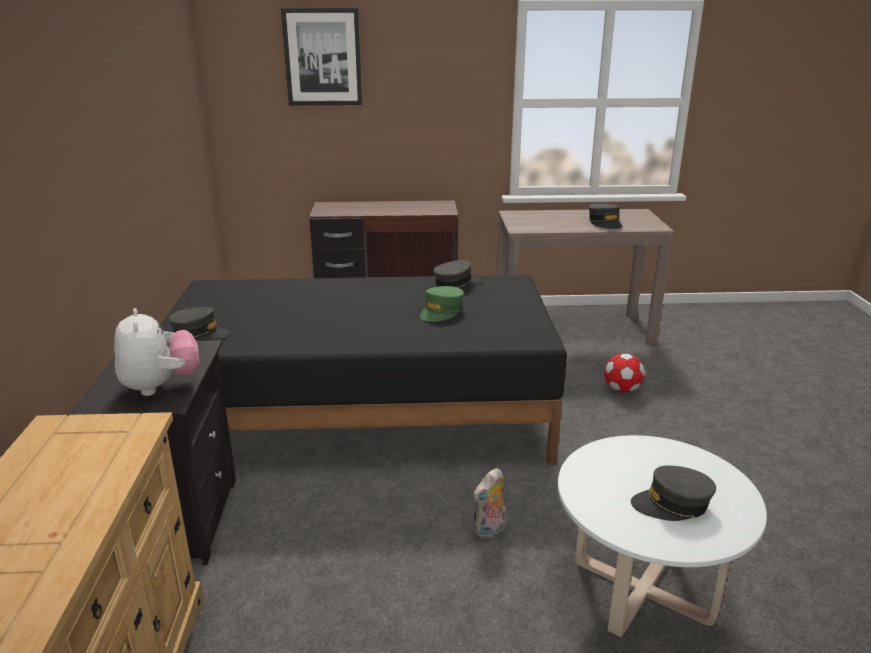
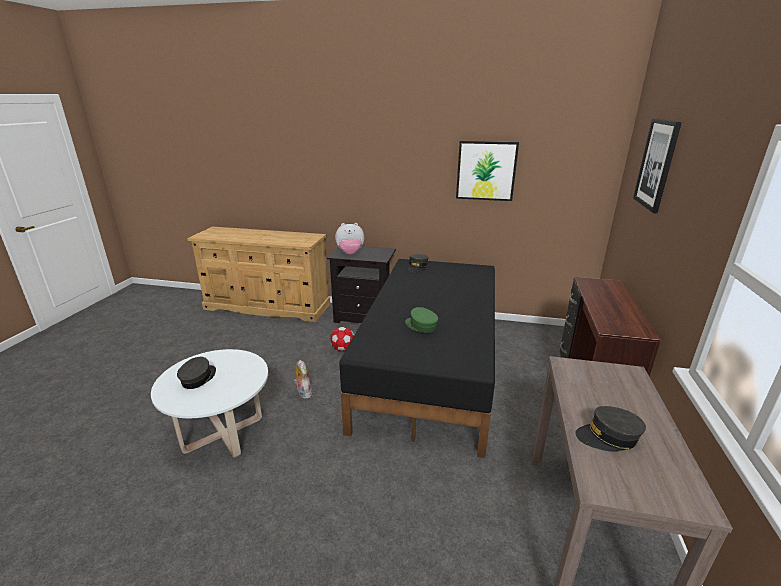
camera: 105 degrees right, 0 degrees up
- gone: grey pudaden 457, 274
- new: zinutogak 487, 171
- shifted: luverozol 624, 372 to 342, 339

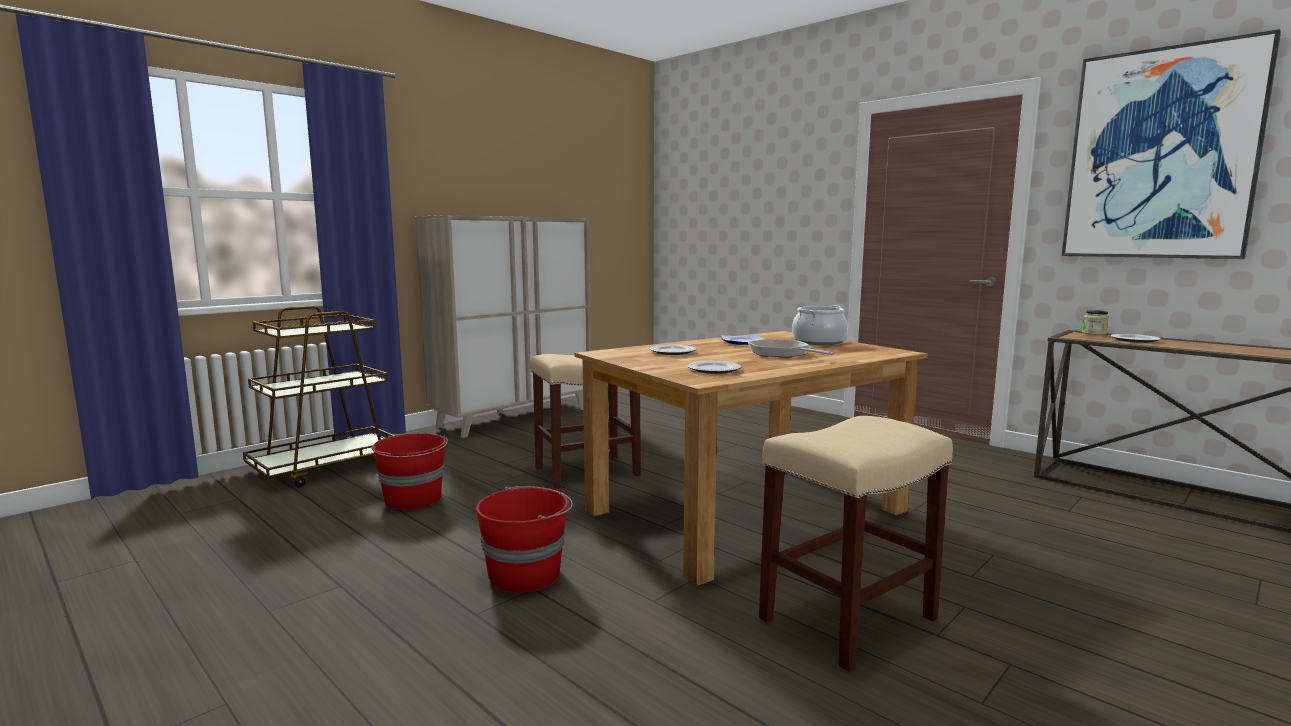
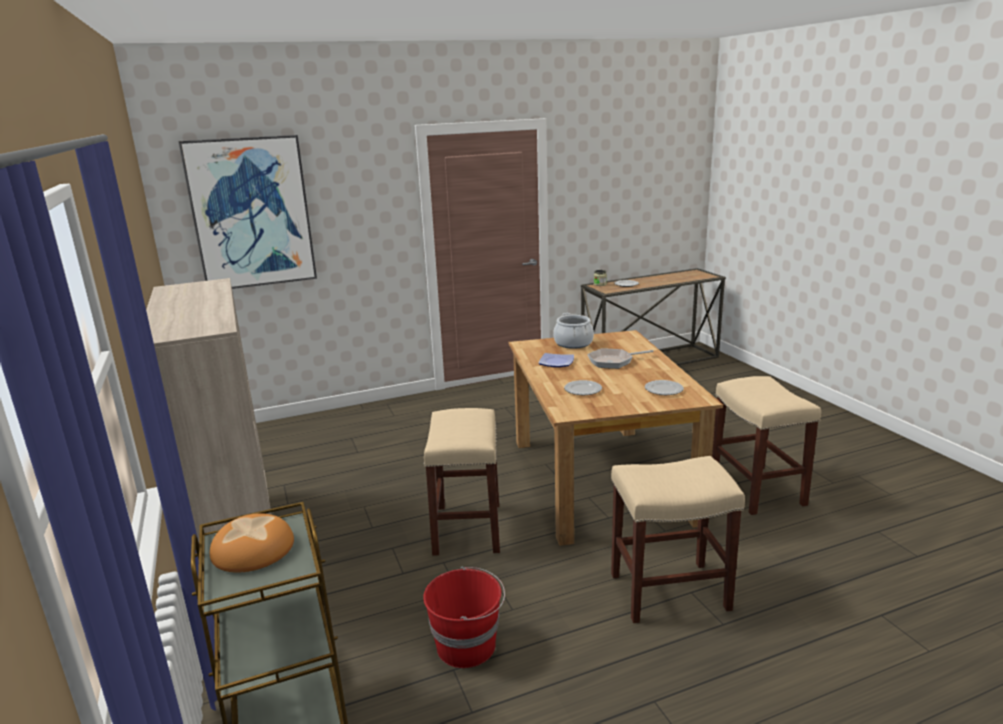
camera: 65 degrees left, 10 degrees up
- new: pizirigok 252, 542
- shifted: zinutogak 1171, 144 to 247, 212
- swapped: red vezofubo 524, 539 to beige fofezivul 678, 539

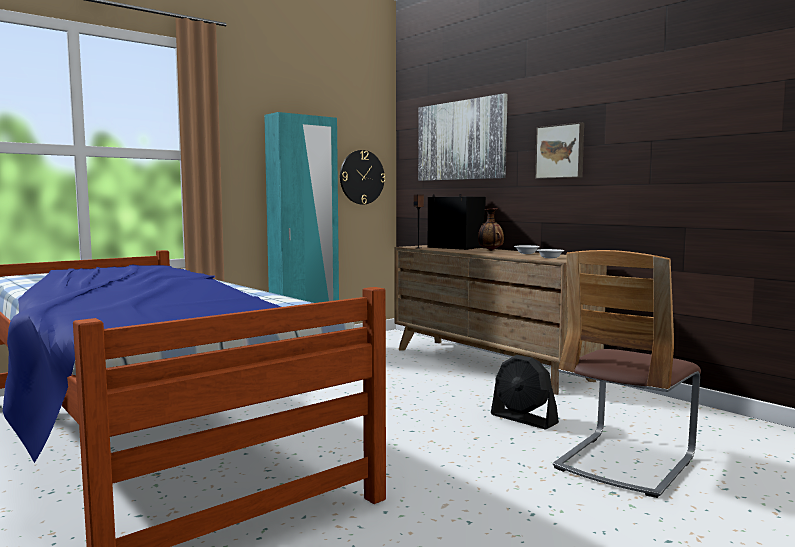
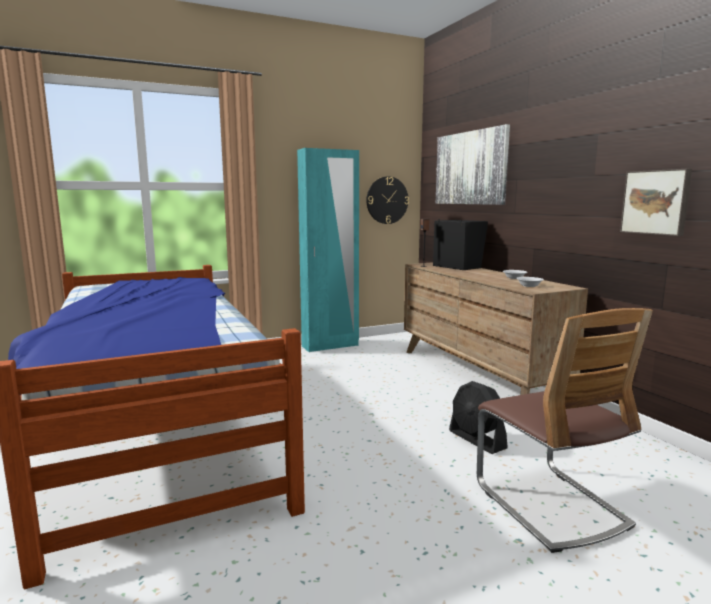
camera: 15 degrees right, 5 degrees up
- gone: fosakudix 491, 230
- shifted: zinutogak 559, 150 to 656, 202
- rotated: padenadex 627, 374 = 565, 430 75 degrees counterclockwise

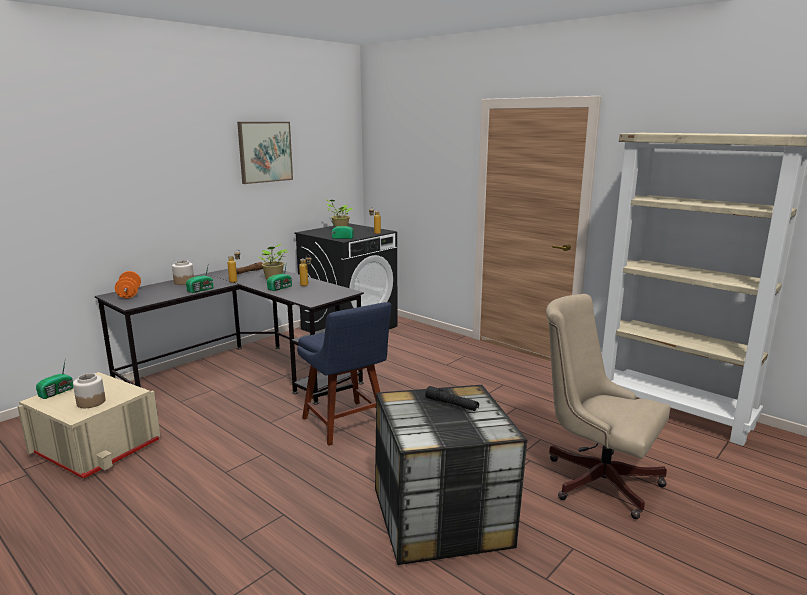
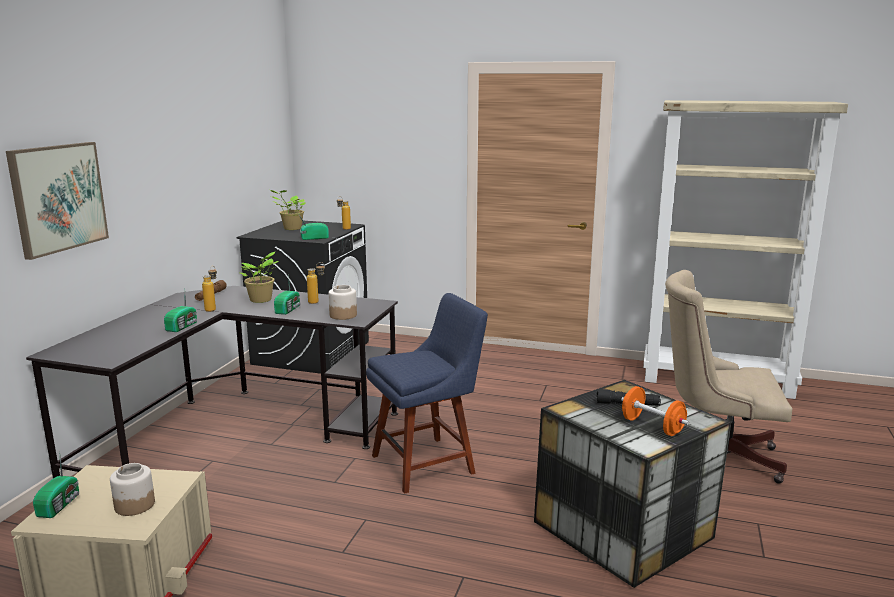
camera: 25 degrees left, 0 degrees up
- shifted: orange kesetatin 128, 284 to 655, 411
- shifted: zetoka 183, 272 to 343, 302
- shifted: zinutogak 265, 153 to 57, 201
- rotated: blue padenadex 344, 374 = 427, 393 60 degrees counterclockwise

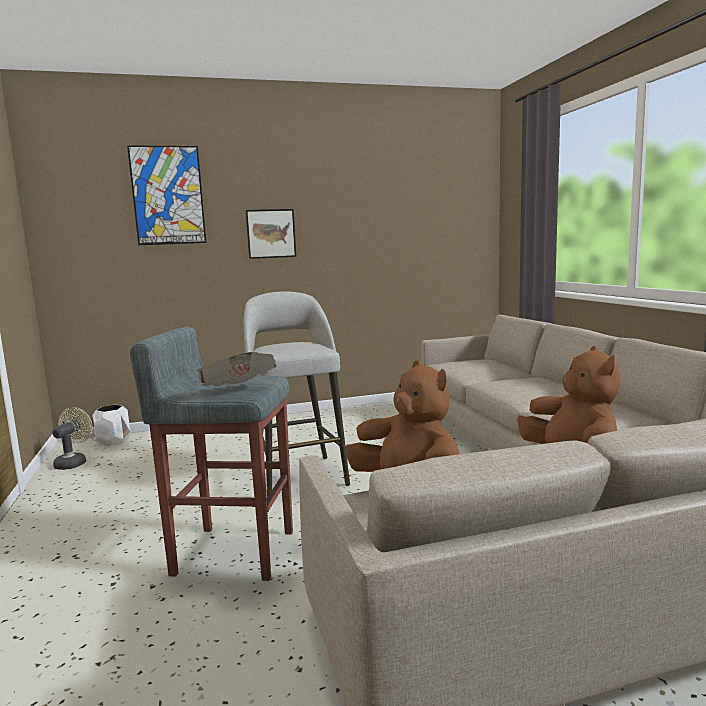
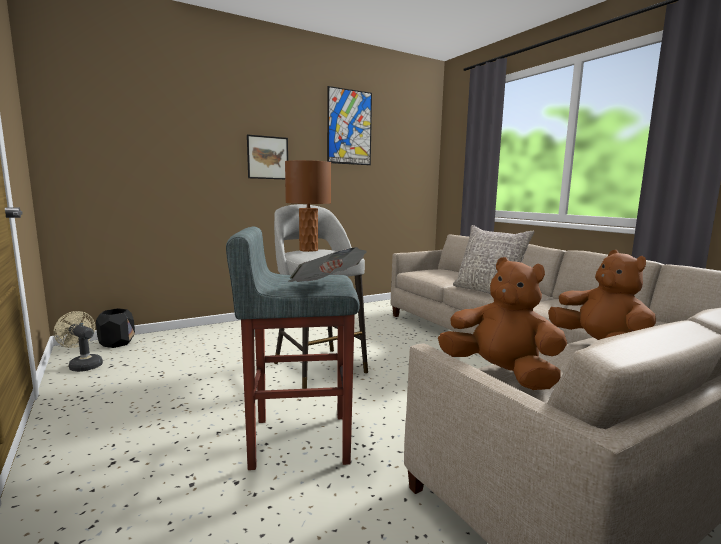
camera: 15 degrees left, 0 degrees up
- new: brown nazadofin 308, 206
- new: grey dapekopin 493, 259
- shifted: zinutogak 166, 195 to 349, 125
- repainted: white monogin 111, 425 to black monogin 115, 328
- rotated: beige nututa 72, 438 = 78, 341 60 degrees counterclockwise

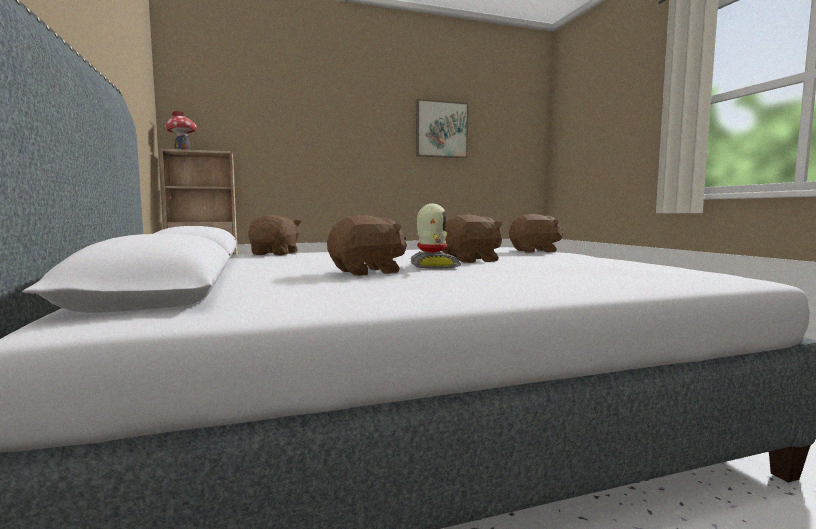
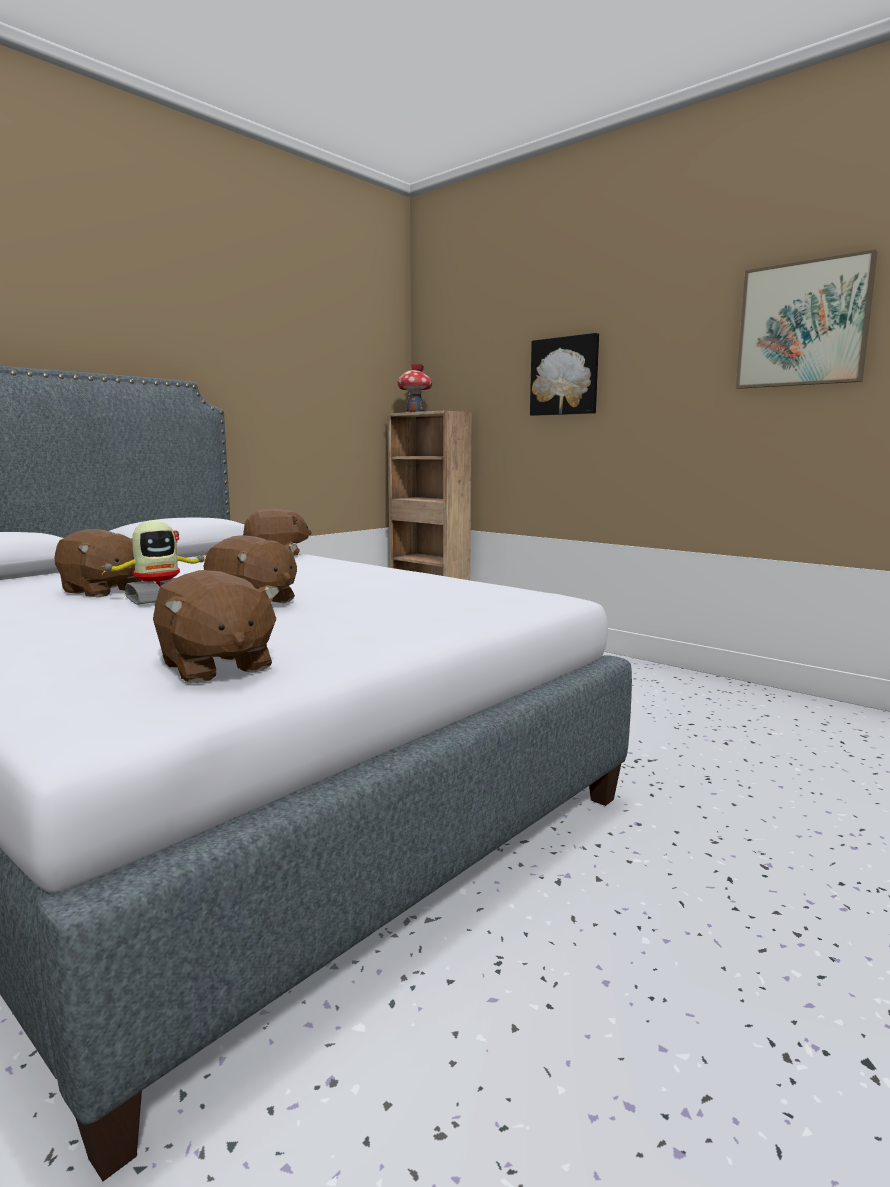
camera: 60 degrees right, 5 degrees up
- new: zinutogak 564, 374
- shifted: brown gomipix 536, 233 to 216, 626

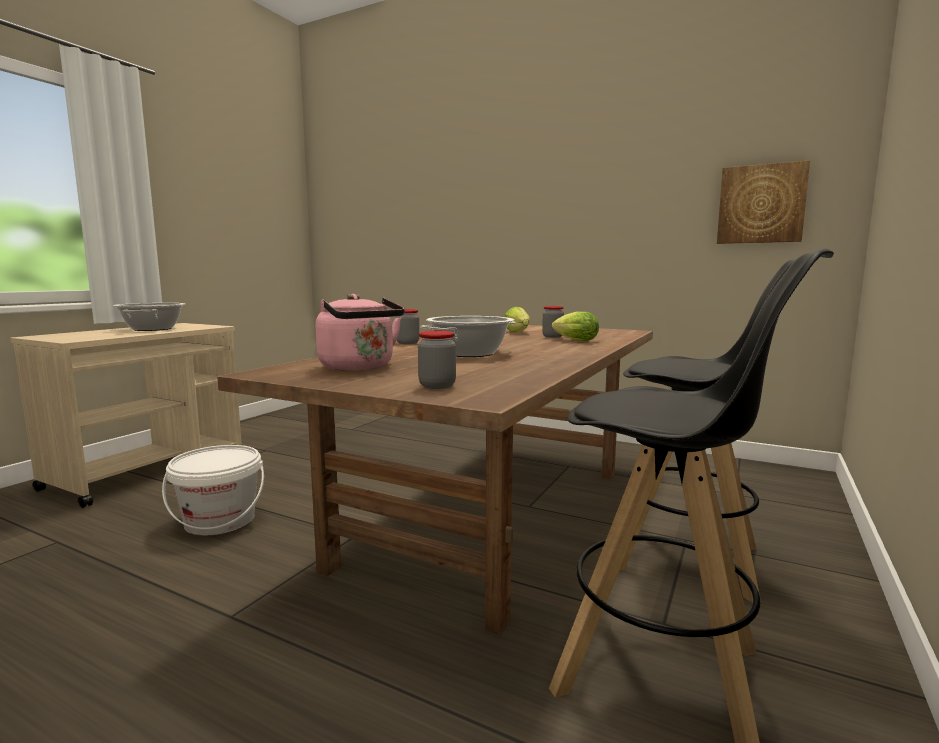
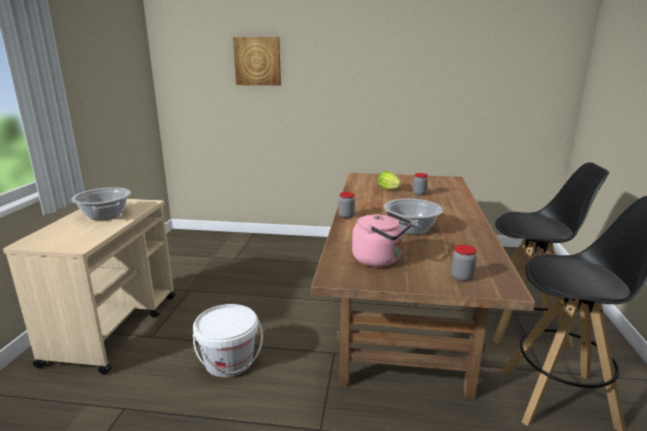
camera: 20 degrees left, 10 degrees up
- gone: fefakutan 575, 326
- shifted: zinutogak 763, 202 to 257, 61

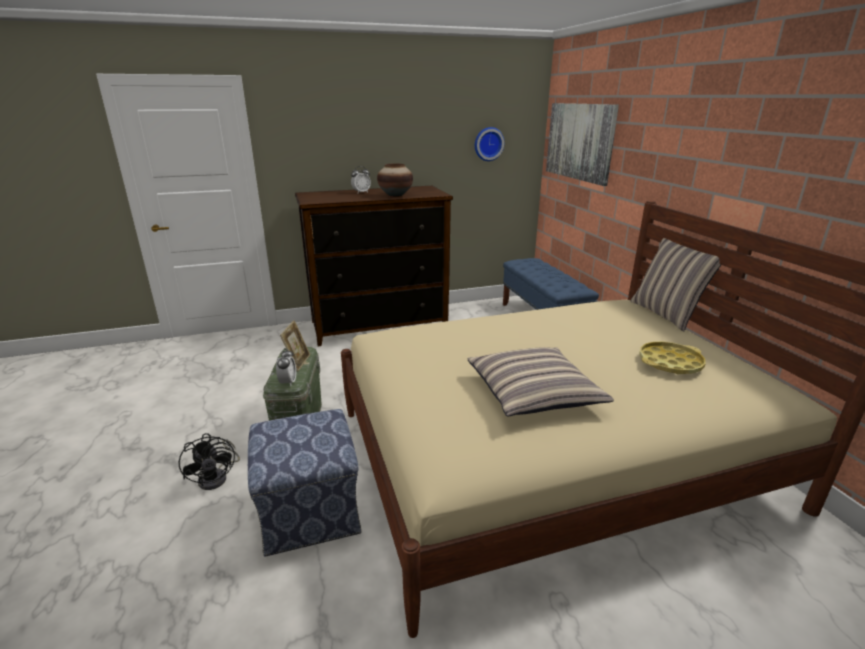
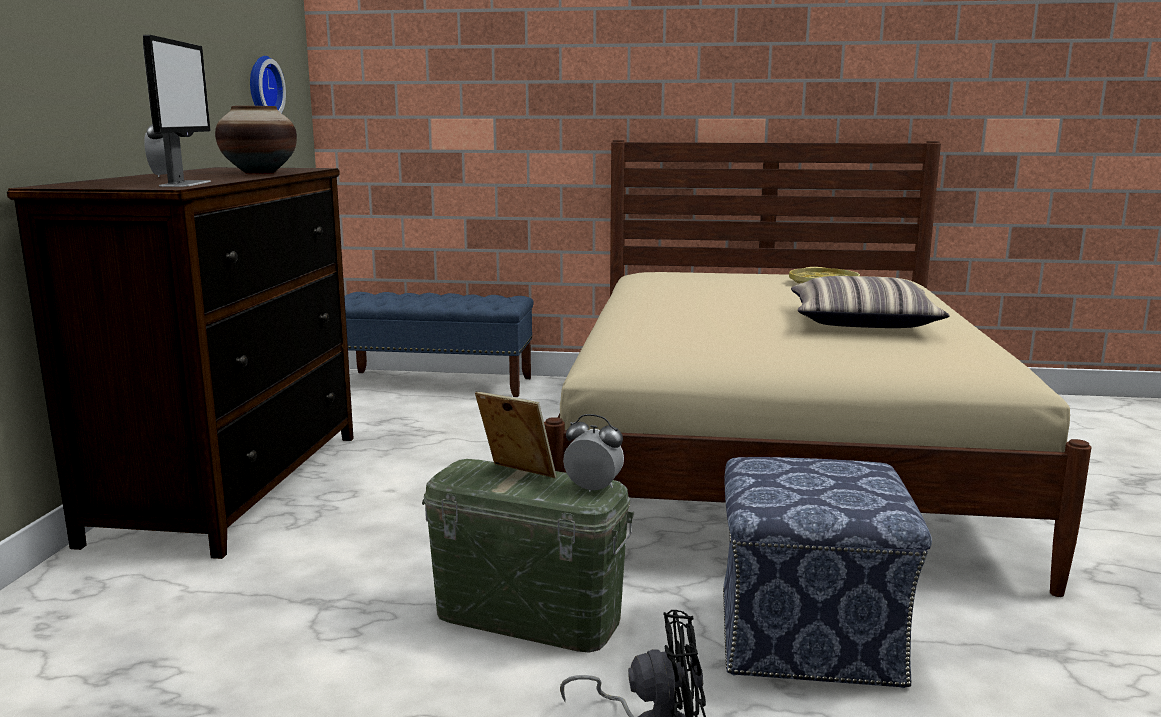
camera: 65 degrees left, 10 degrees down
- gone: zinutogak 582, 144
- gone: dapekopin 675, 284
- new: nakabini 177, 111

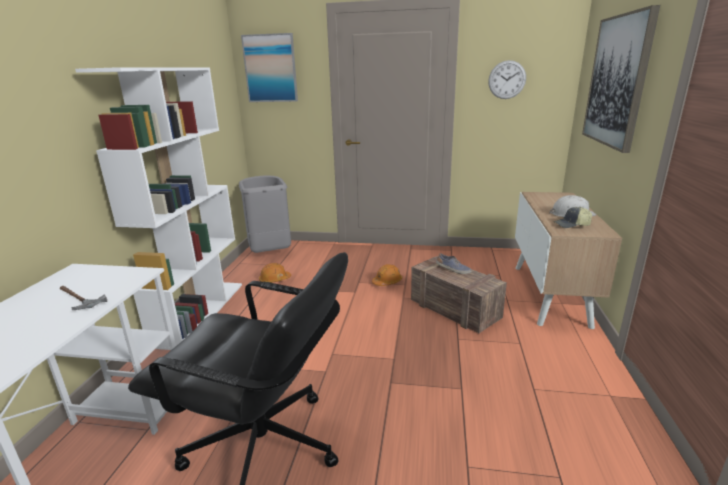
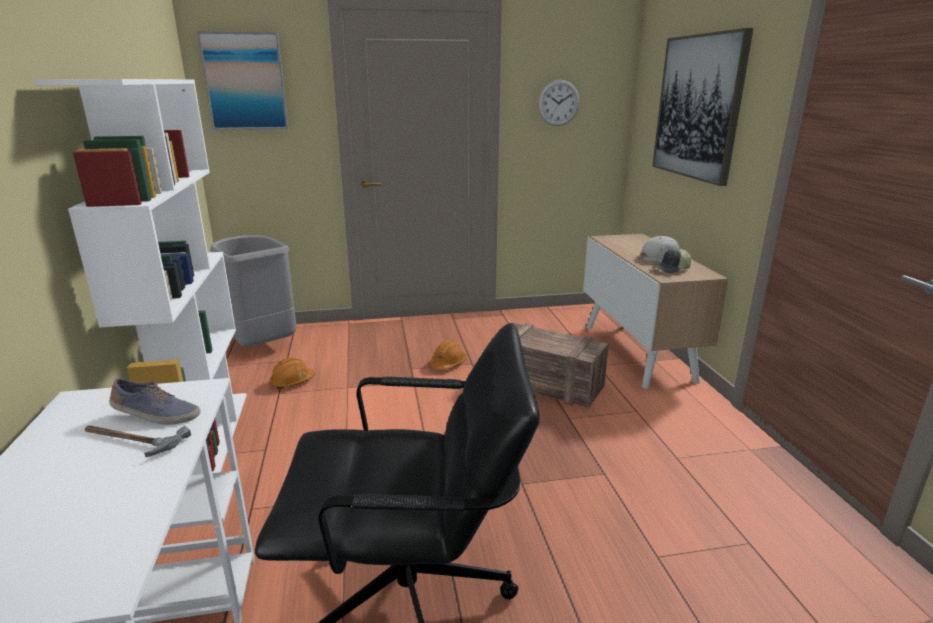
camera: 20 degrees left, 0 degrees up
- shifted: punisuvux 454, 263 to 154, 401

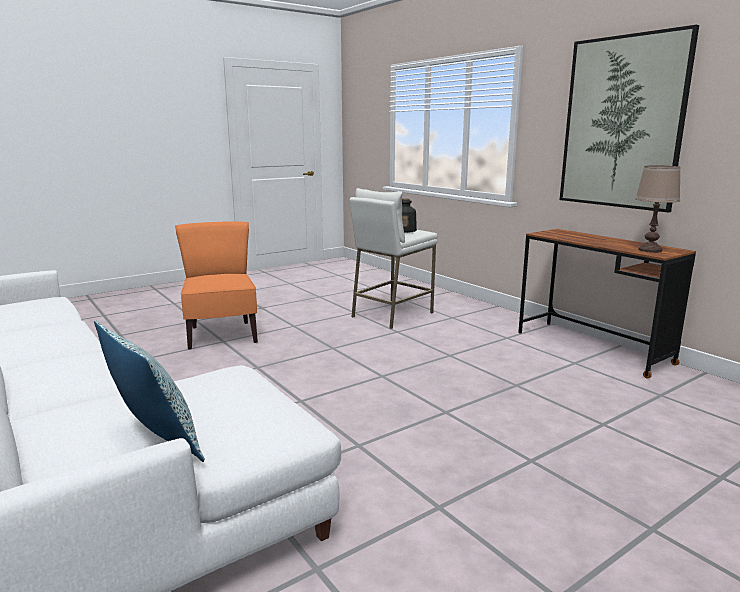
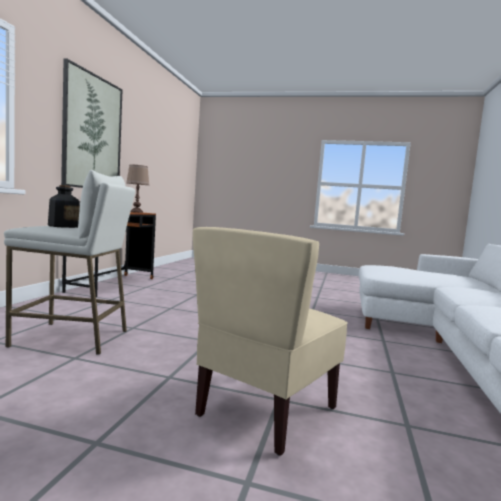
camera: 130 degrees left, 10 degrees down
- gone: dapekopin 149, 391
- repainted: orange padenadex 216, 285 to beige padenadex 270, 341

